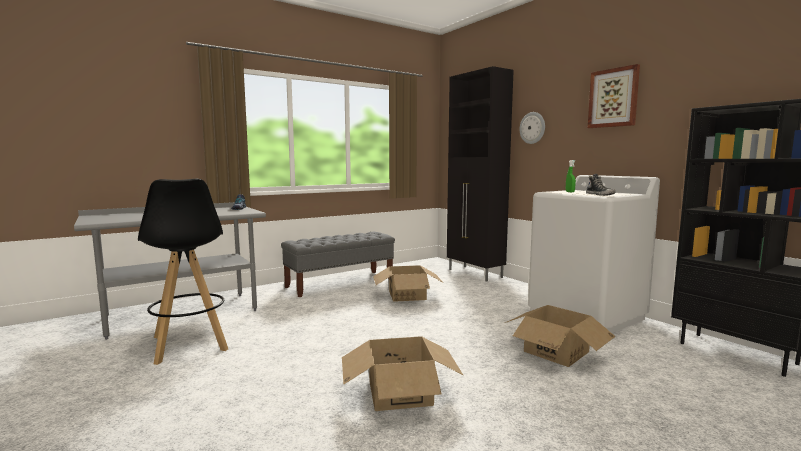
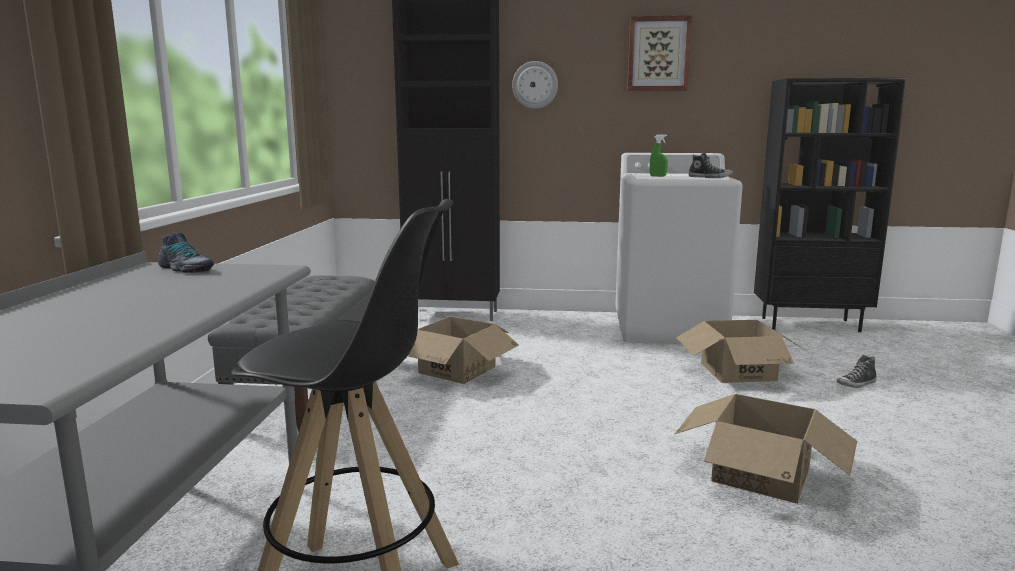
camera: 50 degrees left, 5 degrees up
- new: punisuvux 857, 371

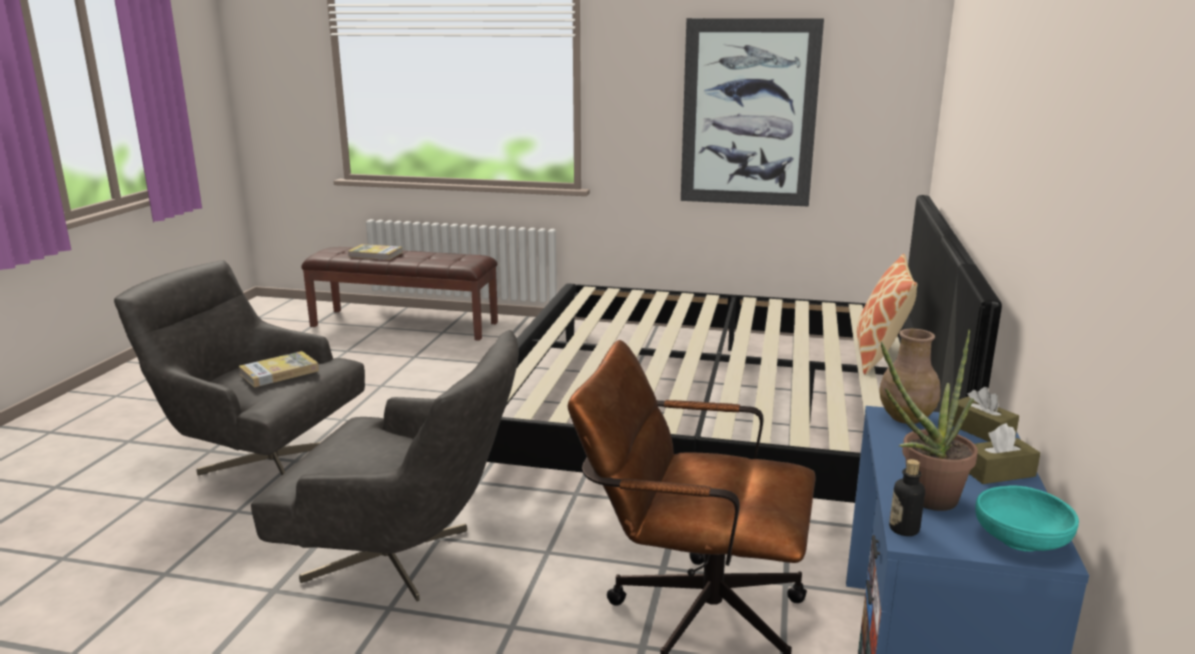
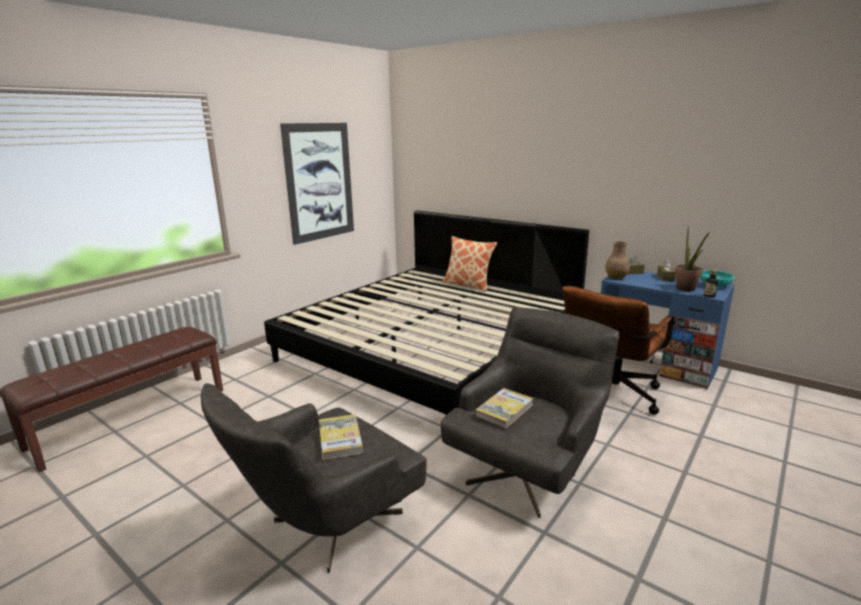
camera: 65 degrees left, 0 degrees up
- shifted: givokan 375, 252 to 504, 408

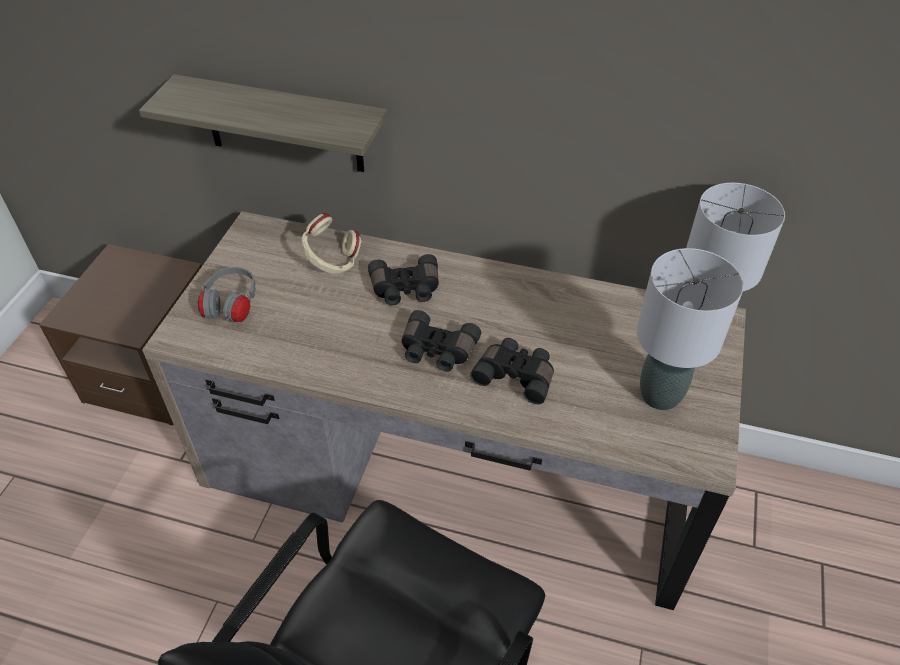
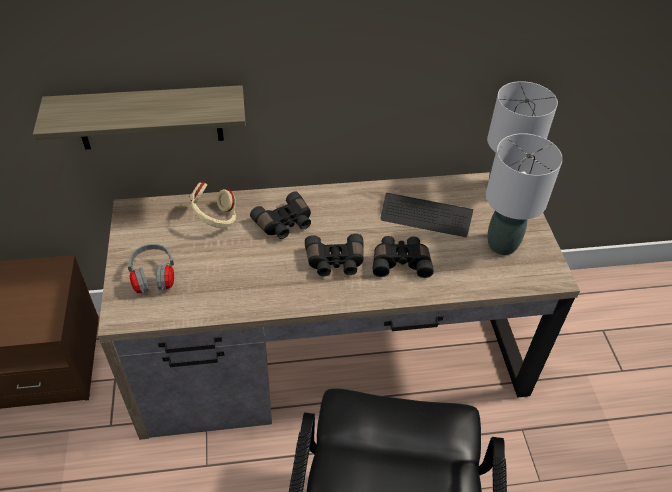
camera: 25 degrees left, 0 degrees up
- new: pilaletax 426, 215

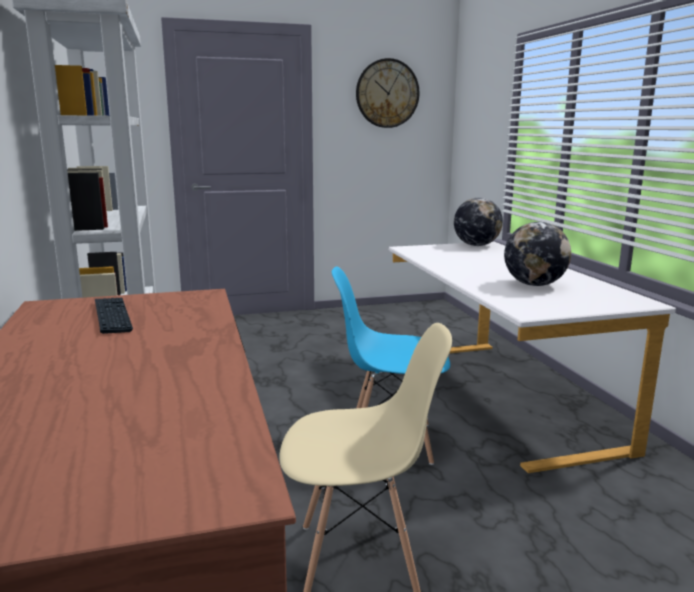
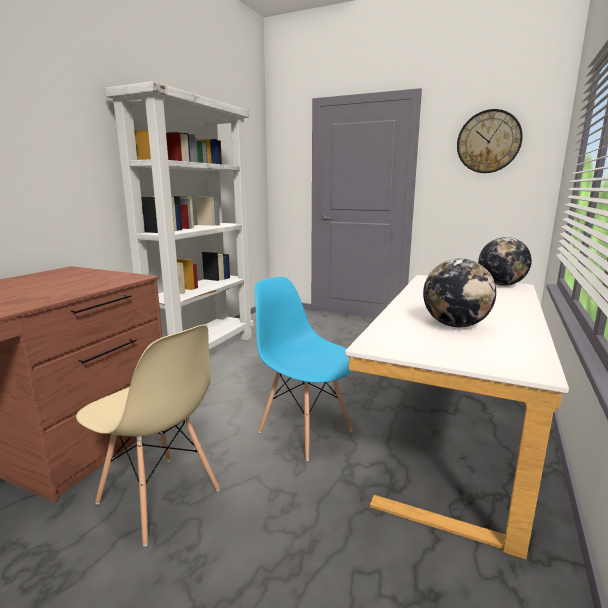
camera: 40 degrees right, 0 degrees up
- gone: pilaletax 114, 316

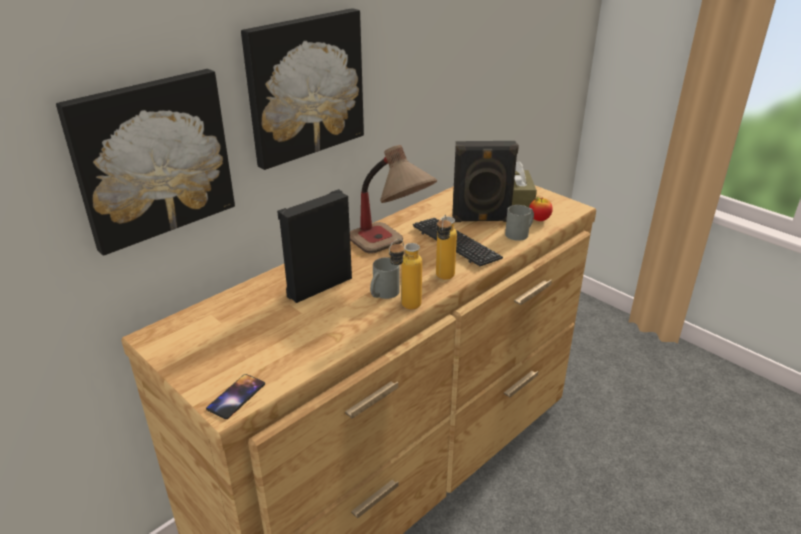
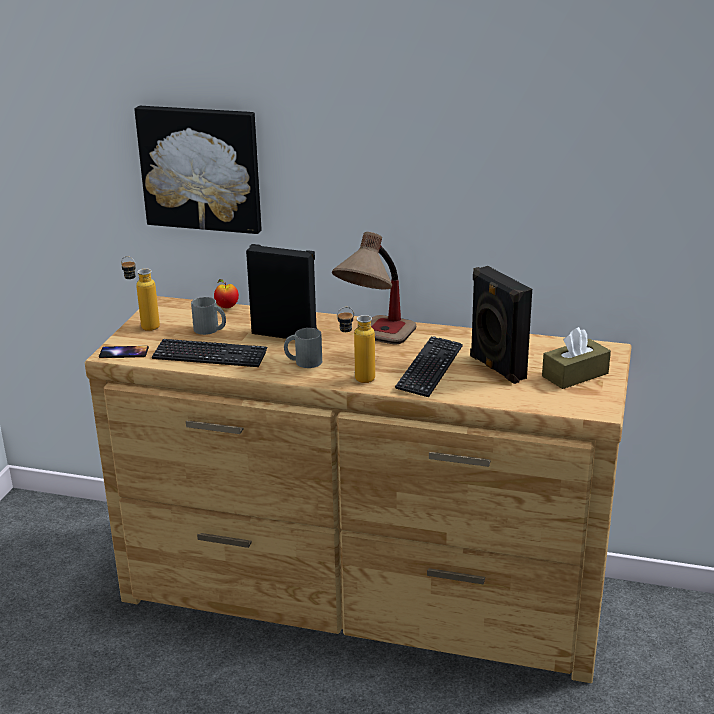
camera: 60 degrees right, 5 degrees down
- gone: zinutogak 302, 89
- new: pilaletax 209, 353
- shifted: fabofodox 405, 274 to 140, 293
- shifted: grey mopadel 519, 223 to 208, 316
- shifted: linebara 541, 208 to 226, 293

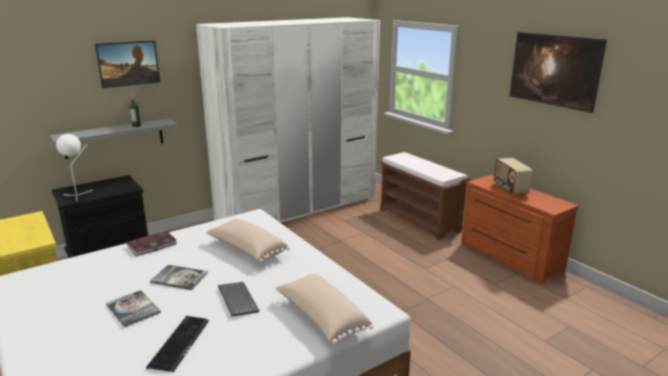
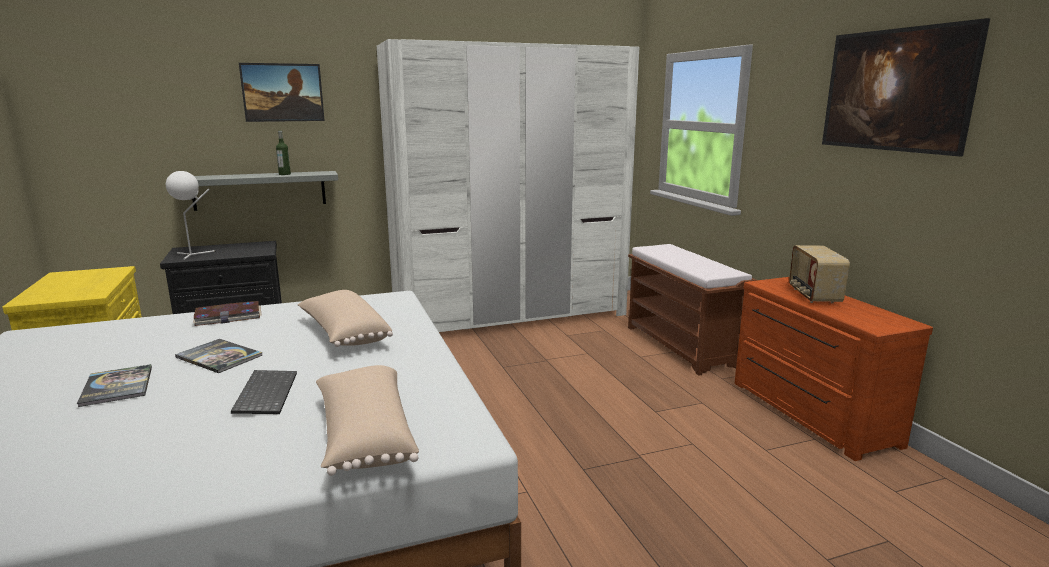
camera: 15 degrees right, 5 degrees down
- gone: pilaletax 177, 344

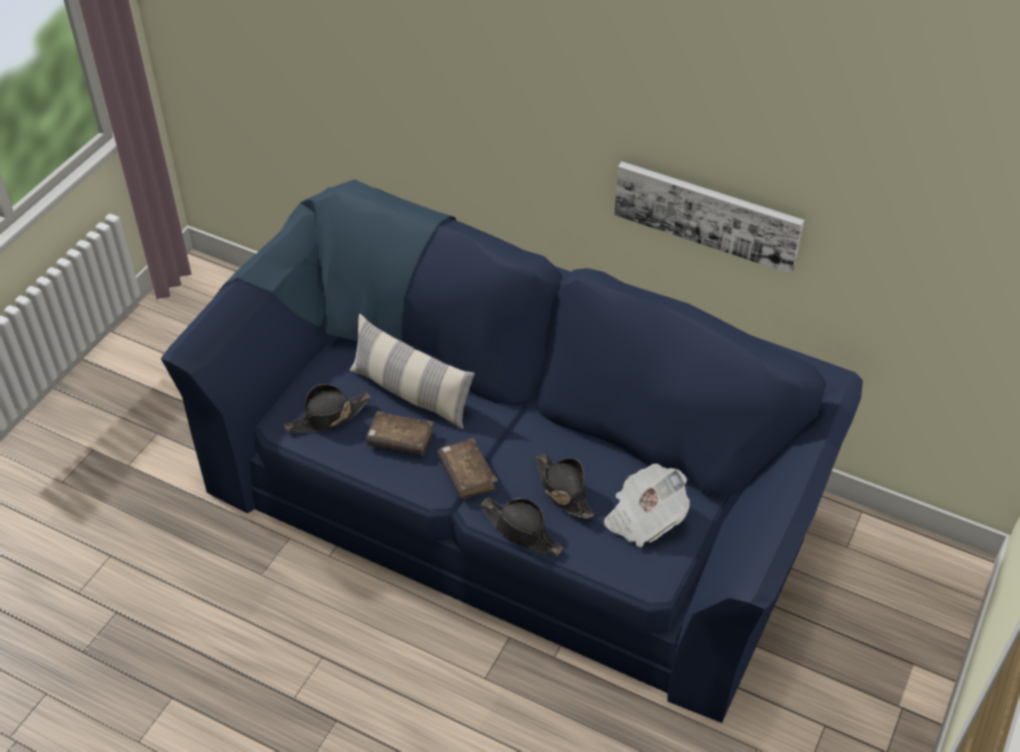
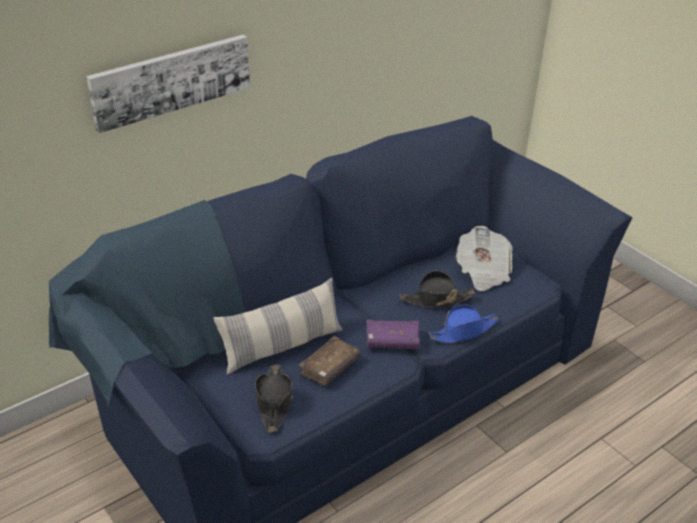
camera: 65 degrees left, 10 degrees down
- shifted: zinutogak 709, 218 to 168, 84
- repainted: brown givokan 467, 468 to purple givokan 393, 334
- repainted: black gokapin 521, 526 to blue gokapin 464, 323

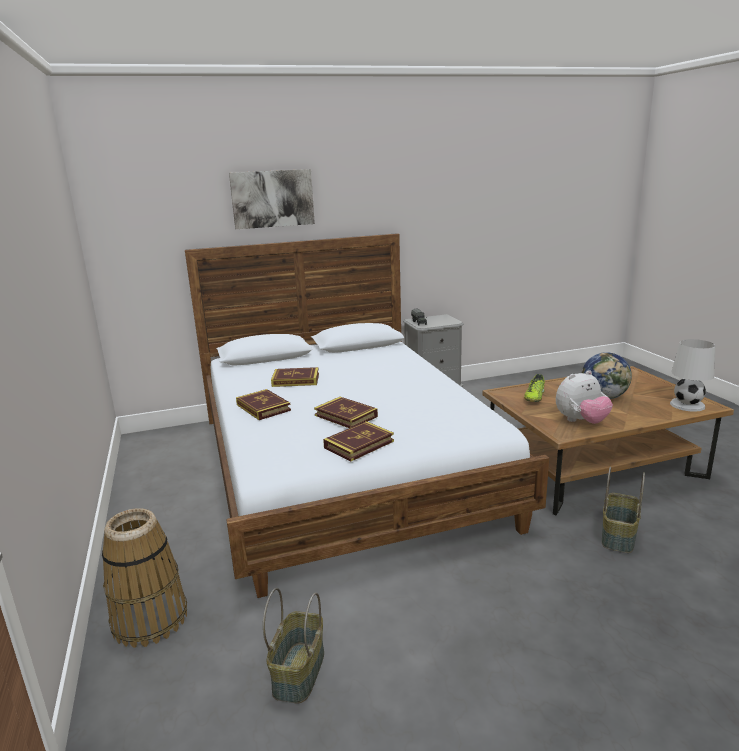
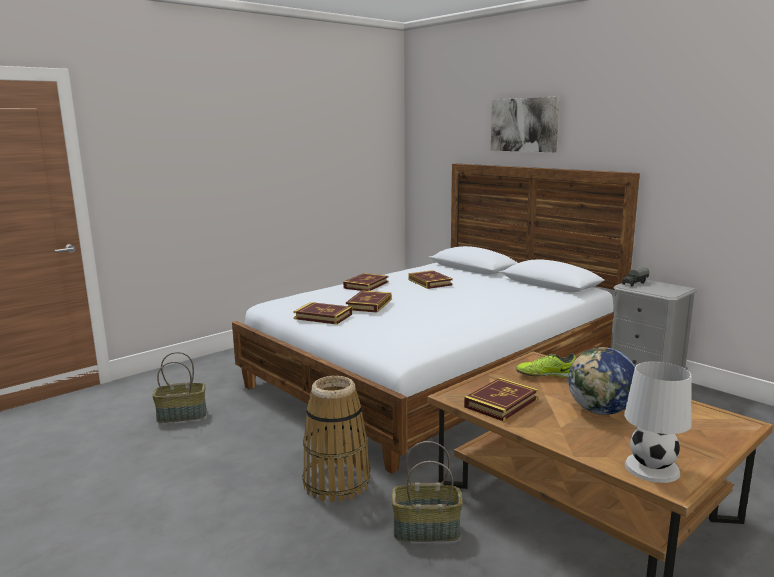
camera: 65 degrees right, 5 degrees down
- shifted: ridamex 144, 578 to 336, 439
- swapped: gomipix 584, 397 to givokan 501, 399

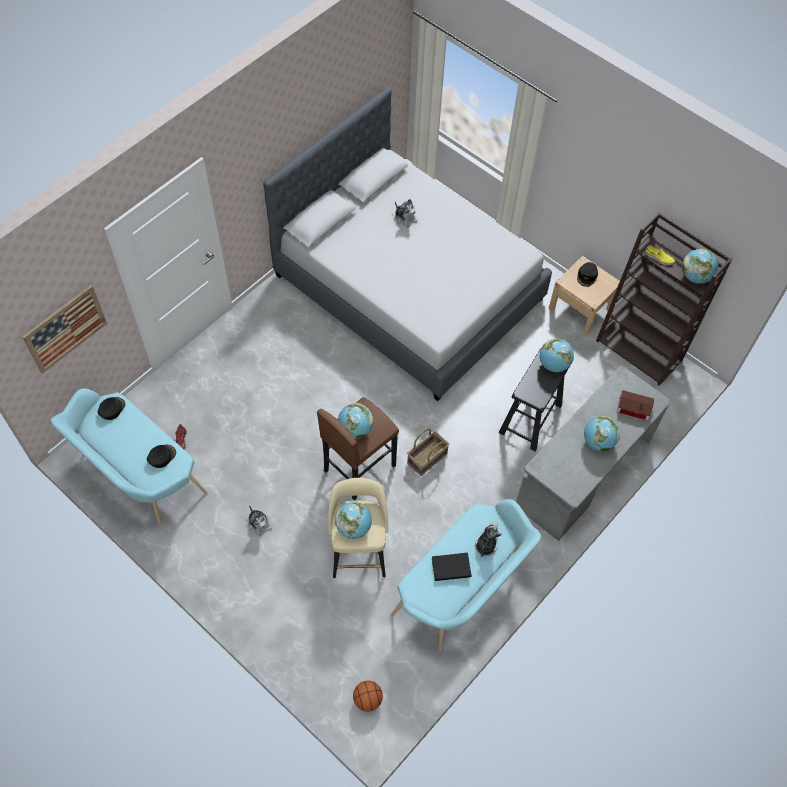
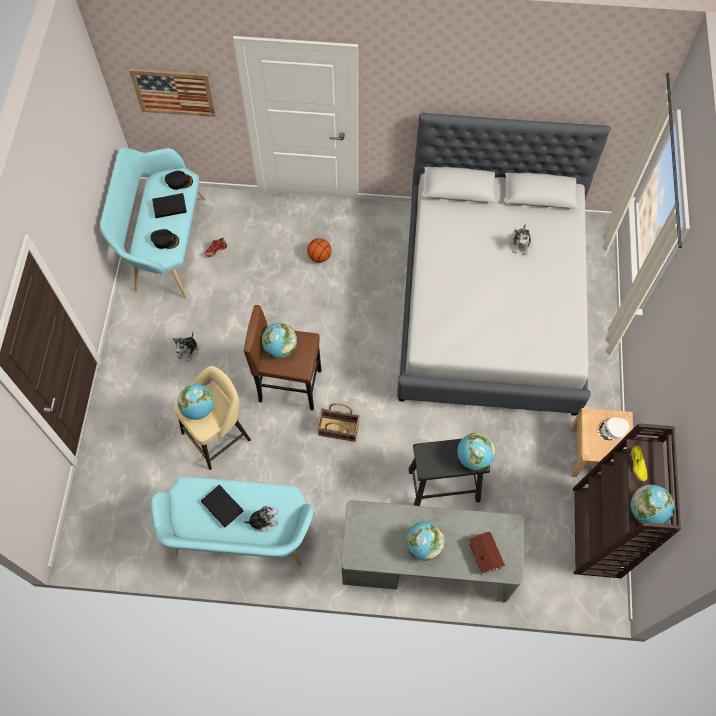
camera: 55 degrees right, 5 degrees up
- new: black givokan 169, 205
- shifted: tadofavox 368, 696 to 319, 250
- repainted: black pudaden 587, 274 to white pudaden 614, 428

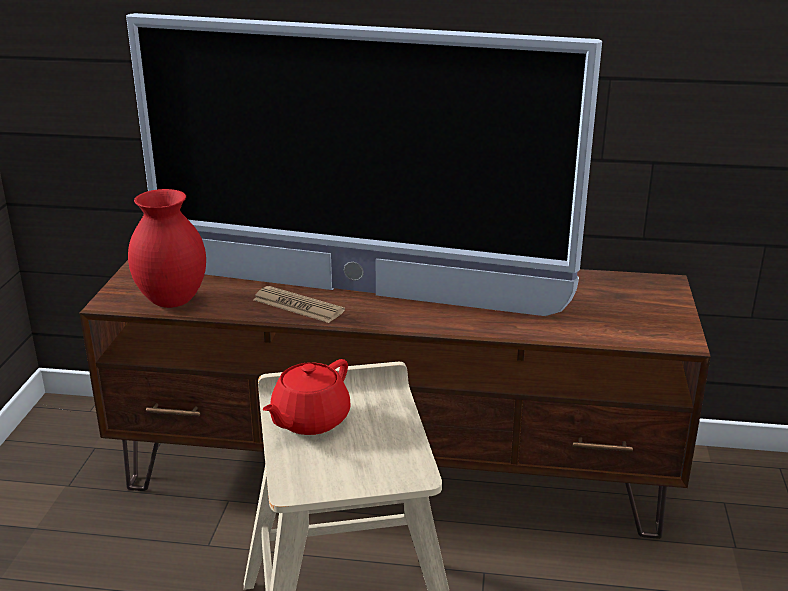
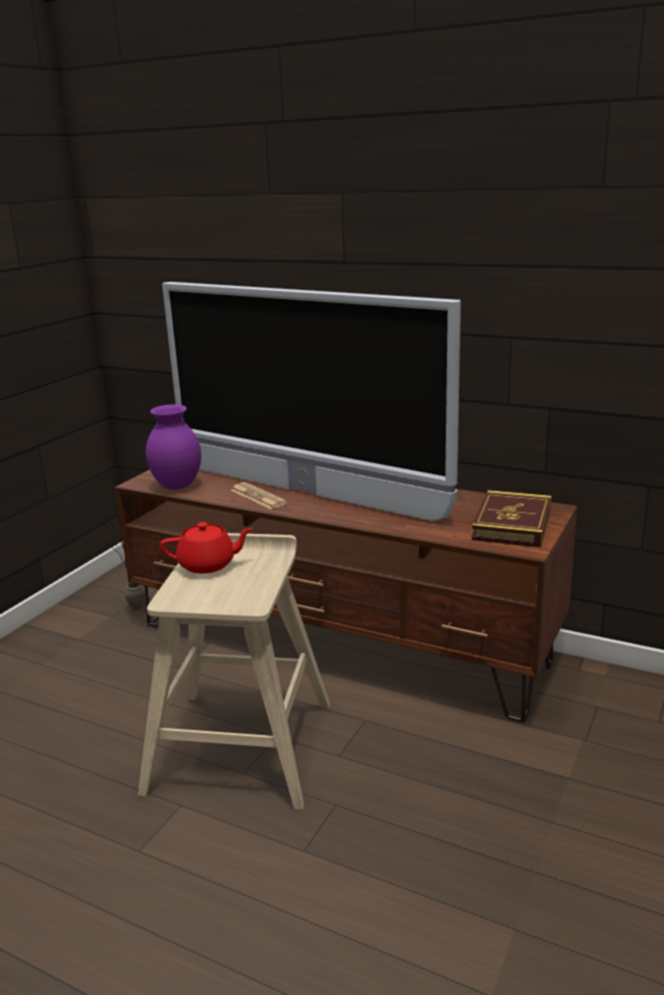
camera: 20 degrees right, 5 degrees down
- new: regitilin 122, 549
- new: givokan 511, 519
- repainted: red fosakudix 167, 248 to purple fosakudix 173, 447
- rotated: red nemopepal 306, 397 = 206, 548 150 degrees counterclockwise

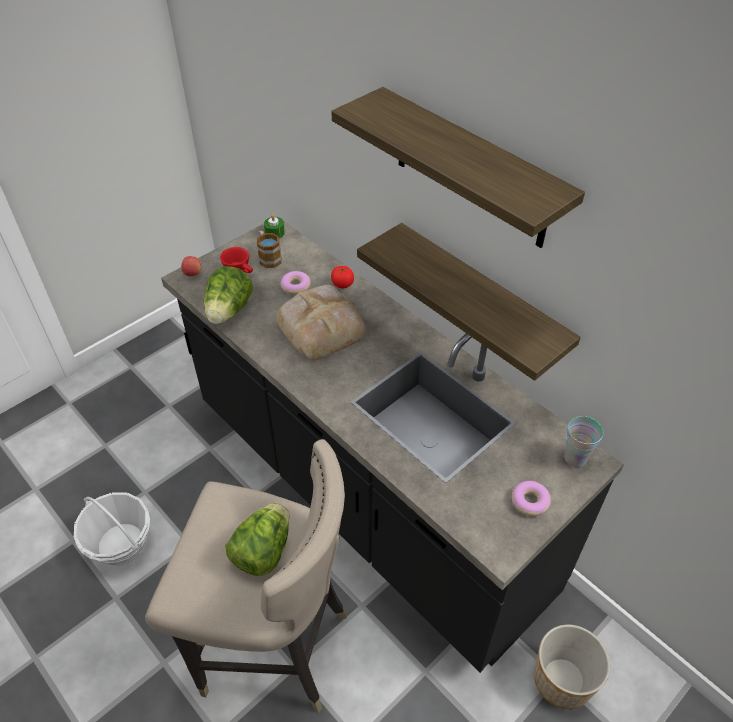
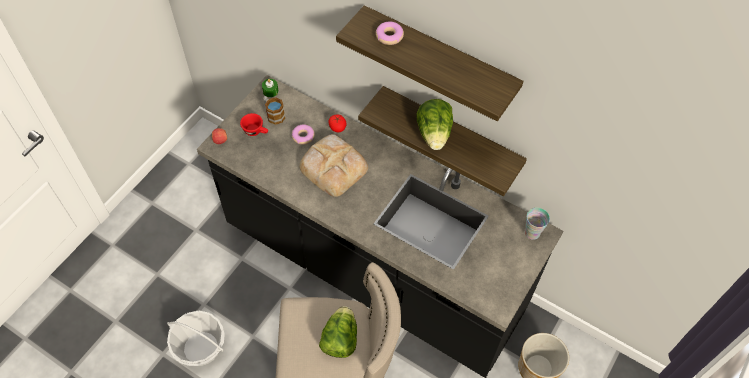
camera: 15 degrees left, 10 degrees up
- shifted: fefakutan 228, 295 to 434, 124
- shifted: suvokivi 531, 498 to 390, 33

